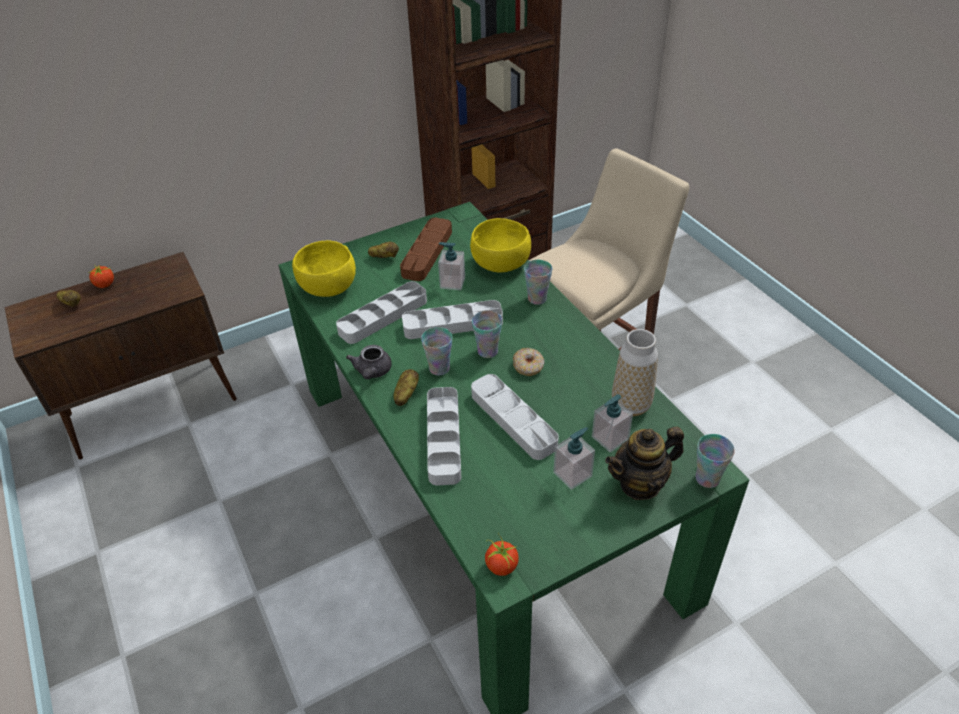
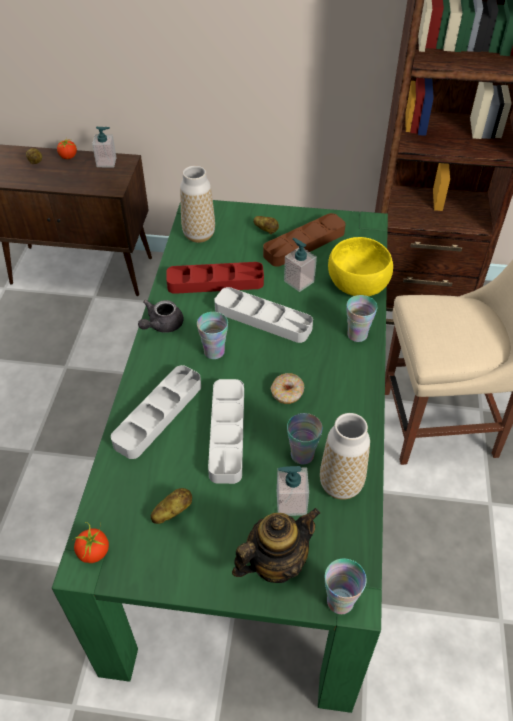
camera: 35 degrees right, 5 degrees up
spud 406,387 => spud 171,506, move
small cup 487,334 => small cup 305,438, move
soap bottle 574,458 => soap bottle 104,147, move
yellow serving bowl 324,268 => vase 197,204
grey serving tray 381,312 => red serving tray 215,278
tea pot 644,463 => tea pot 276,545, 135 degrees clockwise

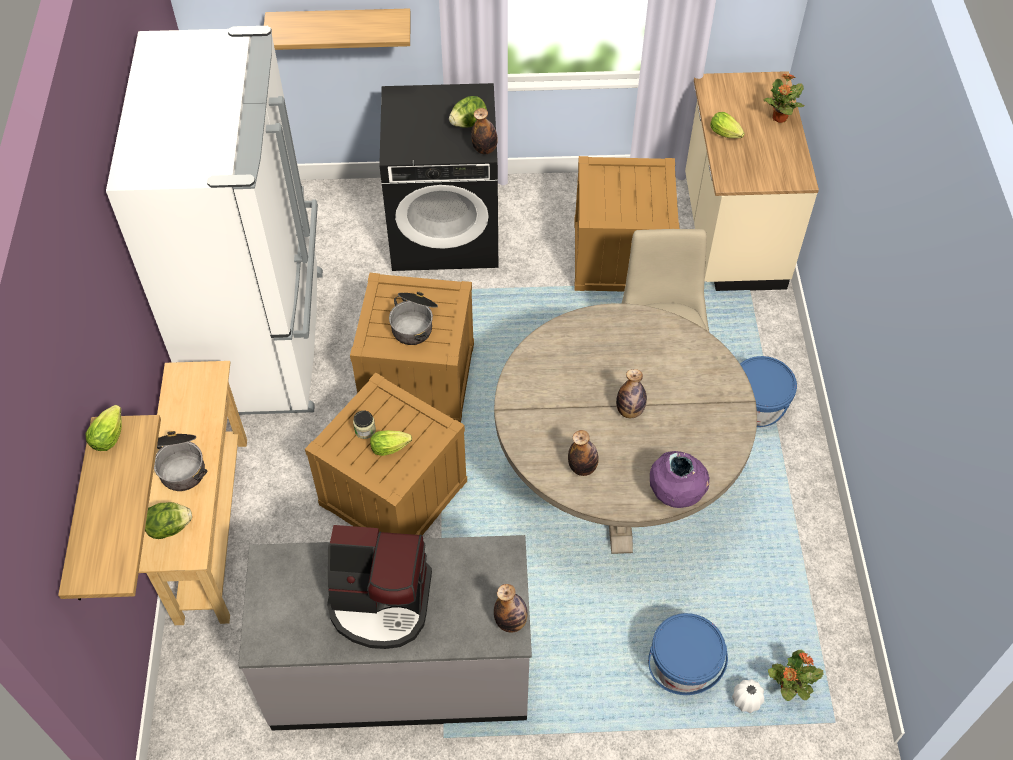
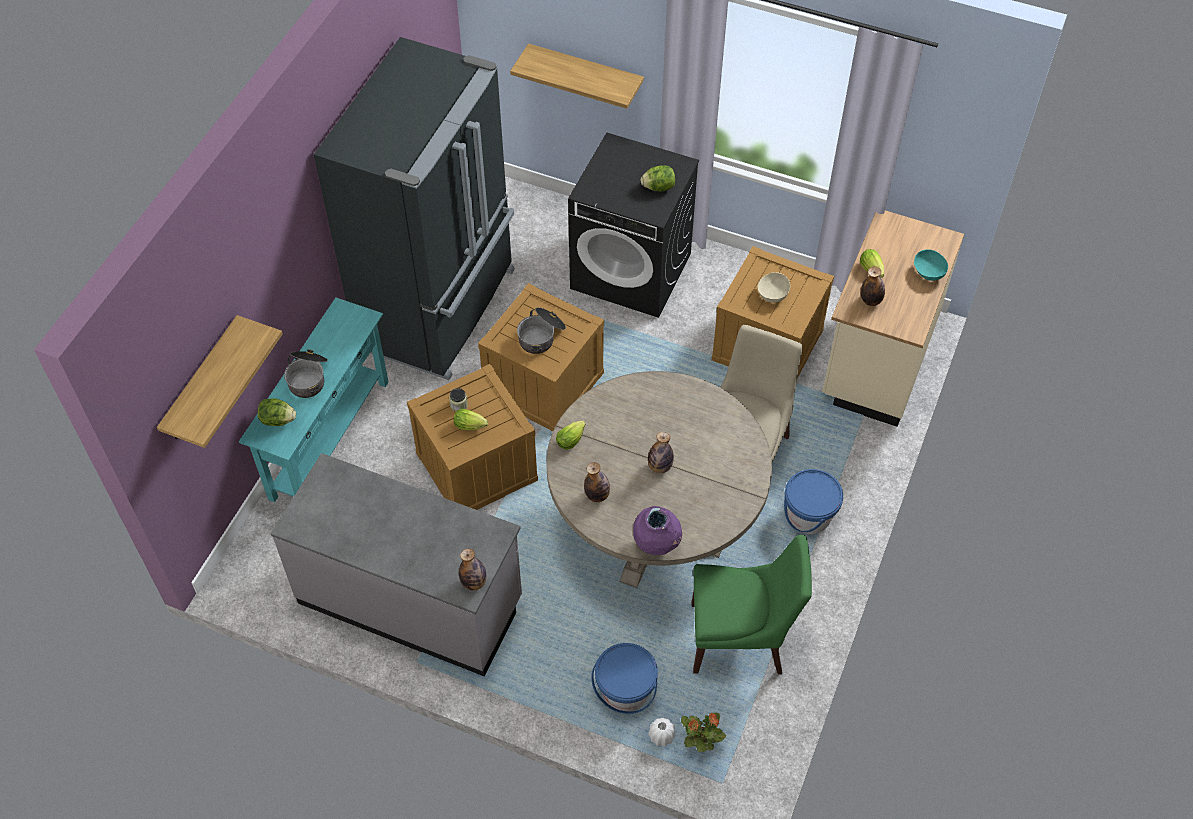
camera: 25 degrees right, 0 degrees up
coffee maker 379,587 => nothing
nothing => green-coloured plain chair 751,604
nothing => sand-coloured serving bowl 773,287
head of lettuce 103,428 => head of lettuce 570,435, move
drink bottle 484,131 => drink bottle 873,286, move
plant in a pot 783,98 => blue-green serving bowl 931,265
white fridge 214,220 => black-coloured fridge 414,208
sand-coloured hall table 193,493 => blue-green hall table 314,399

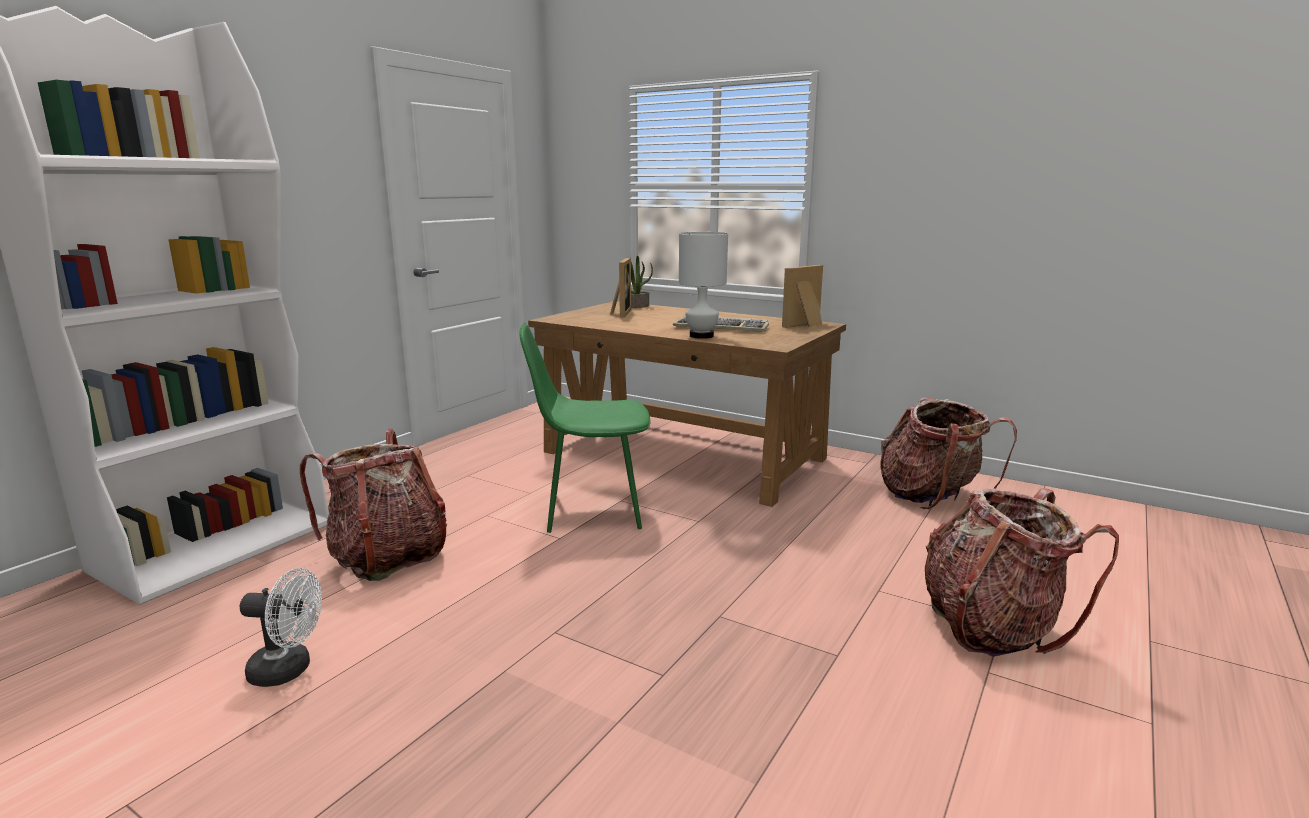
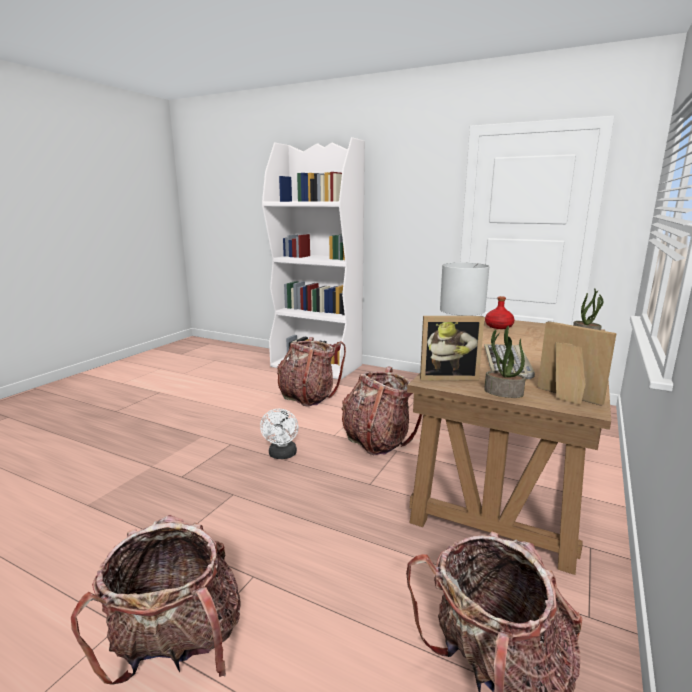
camera: 85 degrees right, 0 degrees up
nothing => plant in a pot 505,362
nothing => red drink bottle 500,312
white electric fan 281,627 => white electric fan 279,434, move
picture frame 620,288 => picture frame 452,348, move
green-coloured plain chair 585,428 => knapsack 381,410

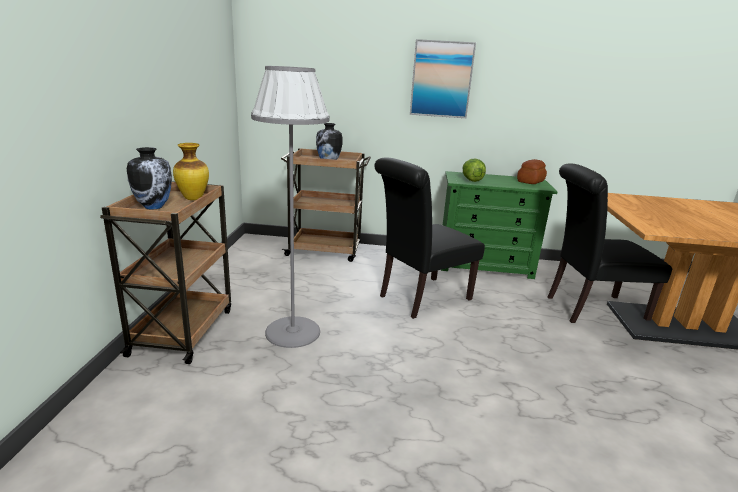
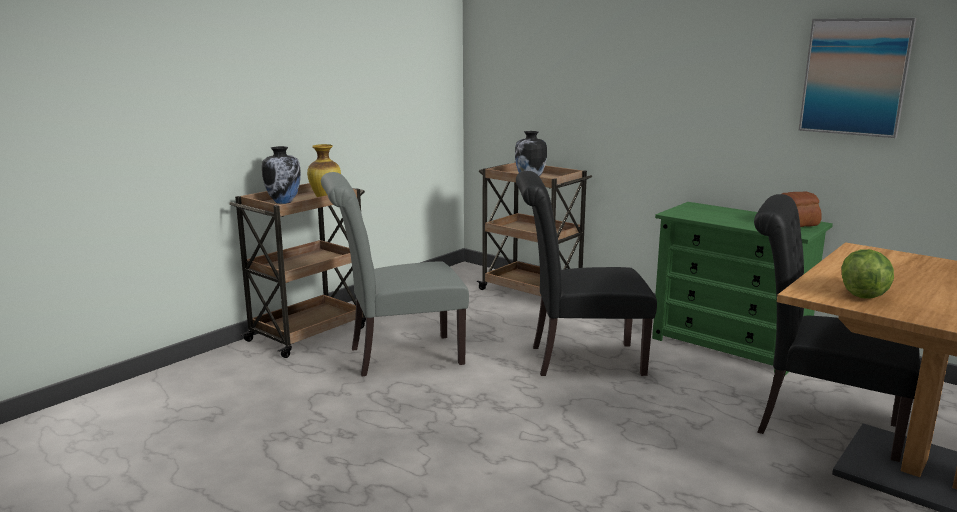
camera: 35 degrees right, 5 degrees down
wall picture 443,78 => wall picture 857,78, move
head of lettuce 474,170 => head of lettuce 867,273, move
grey standing lamp 290,207 => grey plain chair 395,274

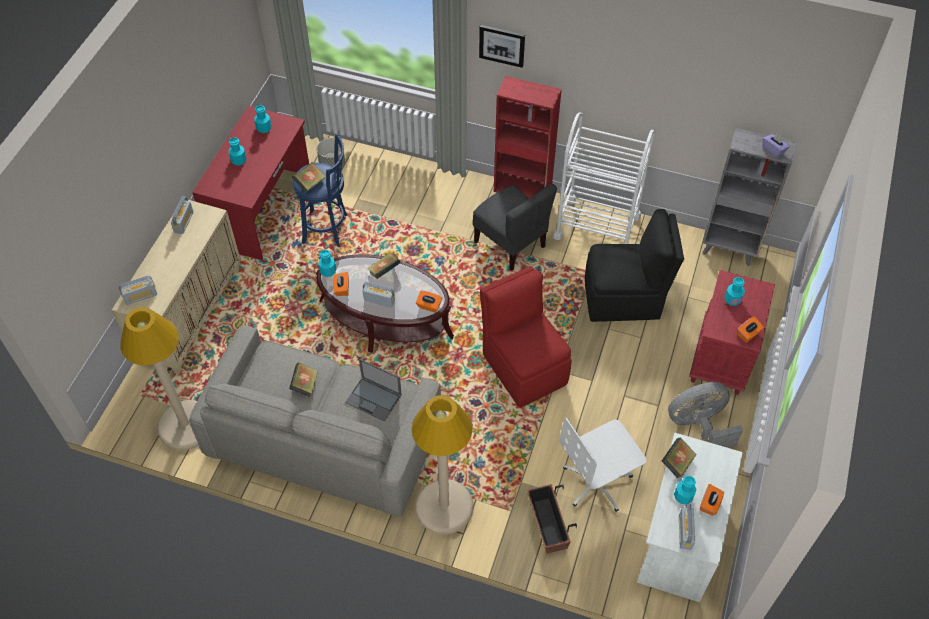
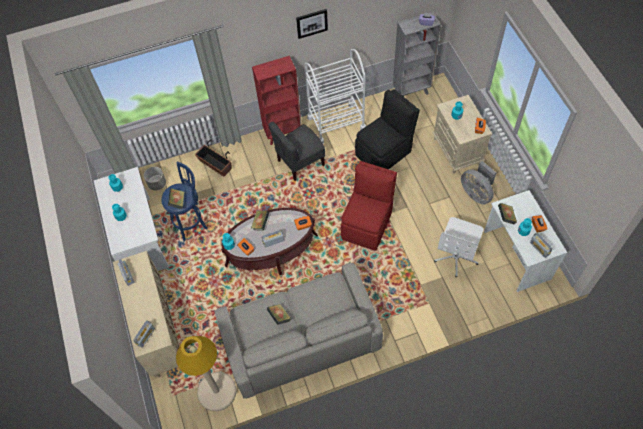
camera: 35 degrees left, 5 degrees up
laptop 373,390 => nothing
sand-coloured standing lamp 442,464 => nothing
wall picture 502,46 => wall picture 312,24, move
plant pot 551,518 => plant pot 213,158, move
red desk table 250,183 => white desk table 131,219
red night table 732,332 => sand-coloured night table 462,134
grey plain chair 515,227 => grey plain chair 296,151, 135 degrees clockwise
red plain chair 526,337 => red plain chair 369,206, 90 degrees clockwise
grey electric fan 705,415 => grey electric fan 478,182, 75 degrees counterclockwise

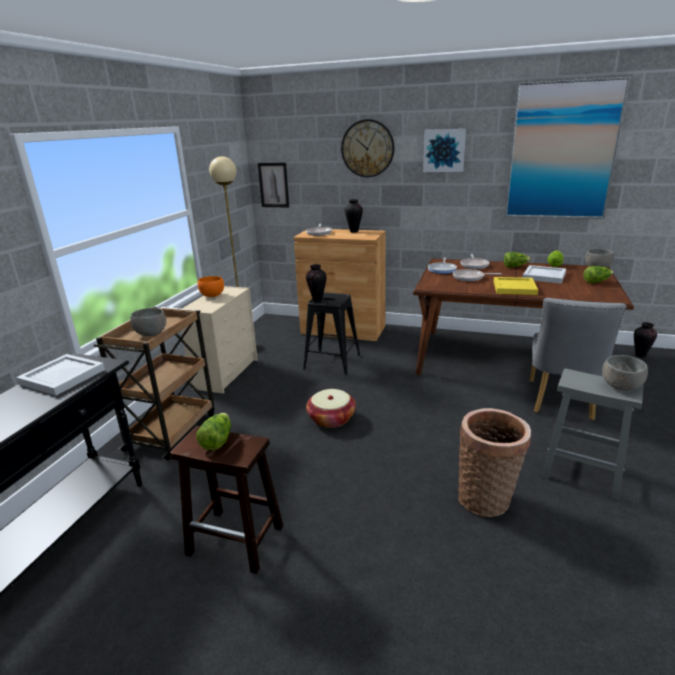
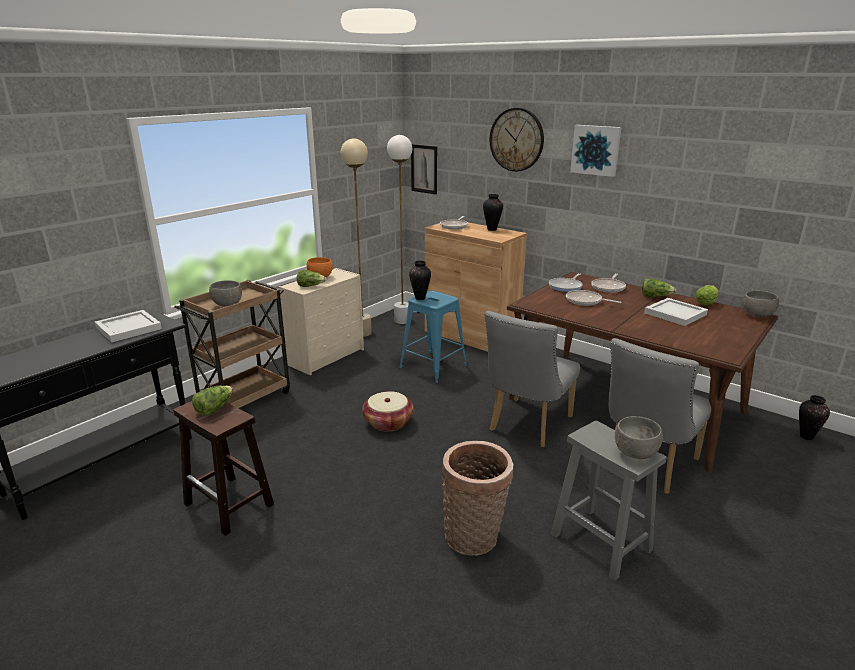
camera: 20 degrees right, 0 degrees up
yellow serving tray 516,286 => nothing
wall picture 567,148 => nothing
nothing => white standing lamp 399,229
nothing => grey plain chair 532,379
head of lettuce 598,274 => head of lettuce 312,278, move
black-coloured stool seat 331,333 => bluish stool seat 433,337

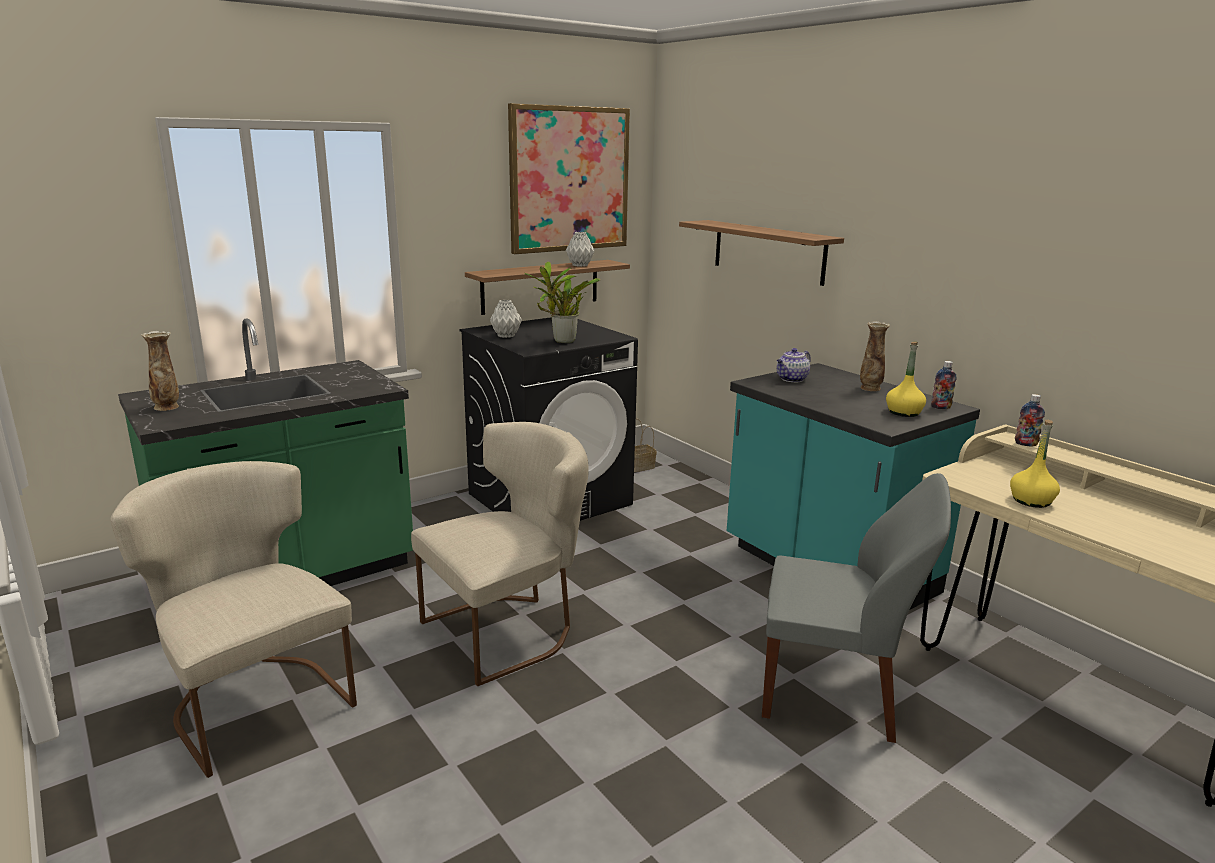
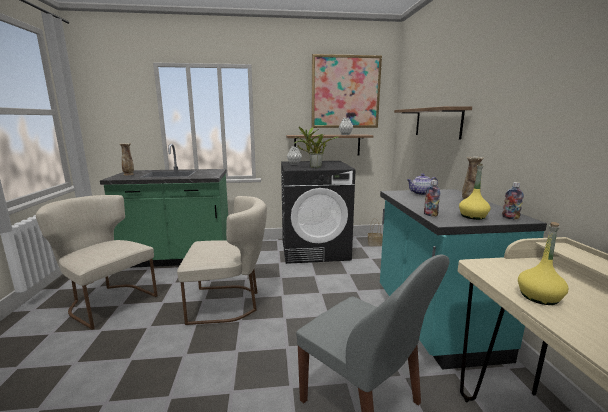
camera: 30 degrees right, 5 degrees down
drink bottle 1030,420 => drink bottle 432,198, move
sand-coloured plain chair 234,619 => sand-coloured plain chair 97,262, 45 degrees counterclockwise

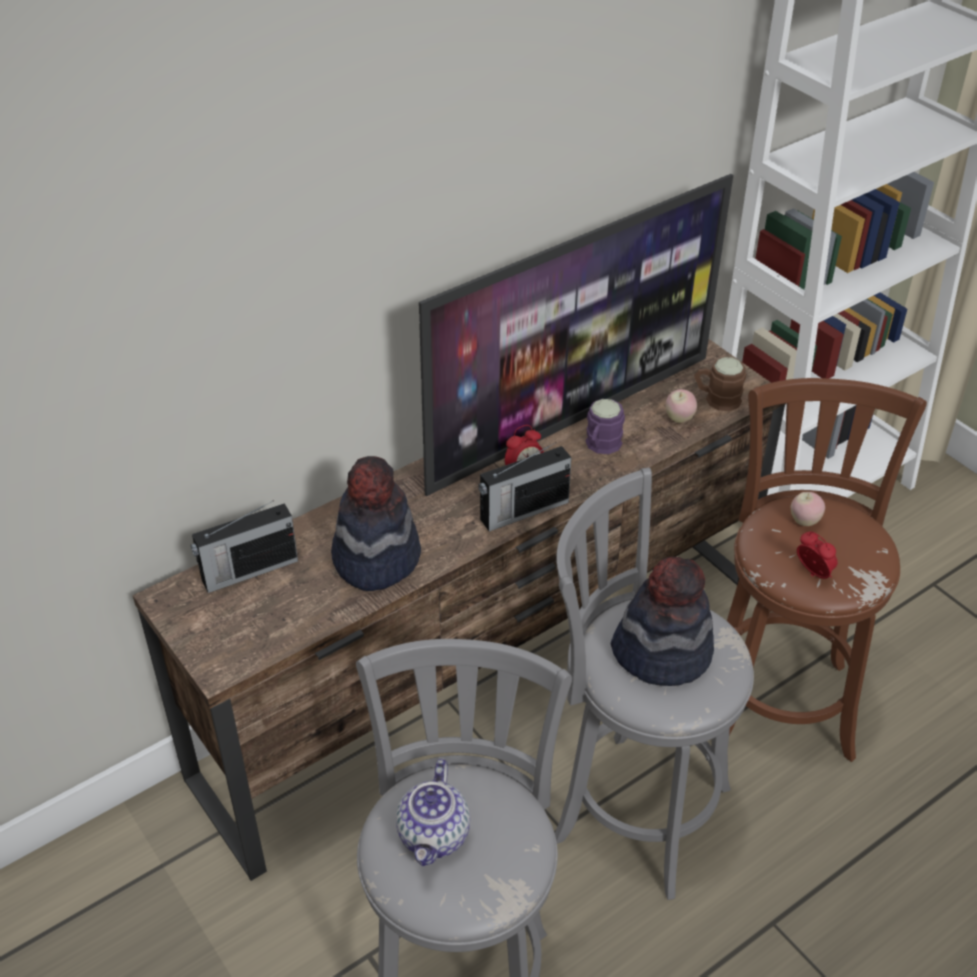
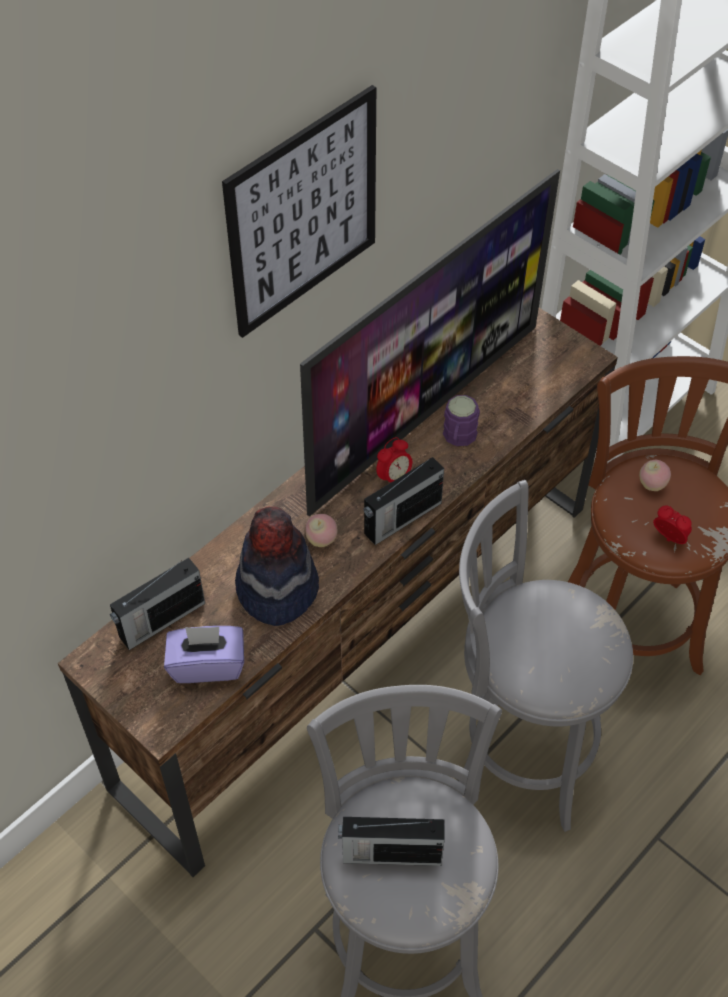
camera: 10 degrees left, 10 degrees up
hat 662,621 => nothing
brownish coffee mug 720,384 => nothing
nothing => purple-coloured tissue holder 204,654
nothing => wall picture 299,211
apple fruit 681,406 => apple fruit 321,530, move
tea pot 433,812 => radio 391,841

